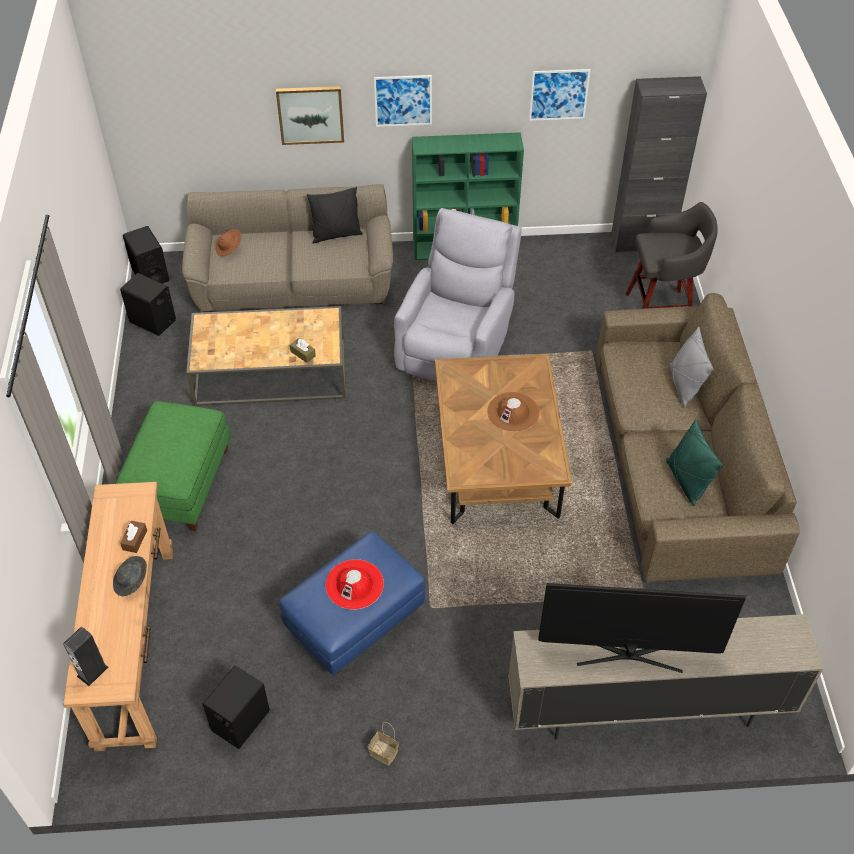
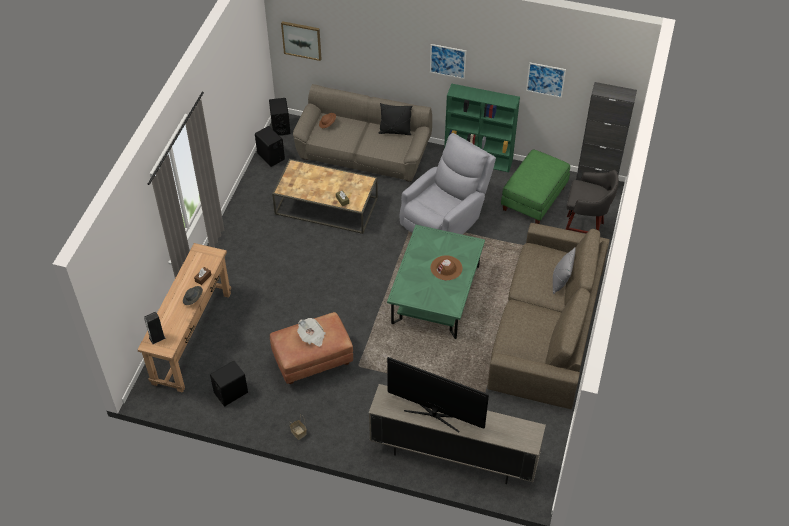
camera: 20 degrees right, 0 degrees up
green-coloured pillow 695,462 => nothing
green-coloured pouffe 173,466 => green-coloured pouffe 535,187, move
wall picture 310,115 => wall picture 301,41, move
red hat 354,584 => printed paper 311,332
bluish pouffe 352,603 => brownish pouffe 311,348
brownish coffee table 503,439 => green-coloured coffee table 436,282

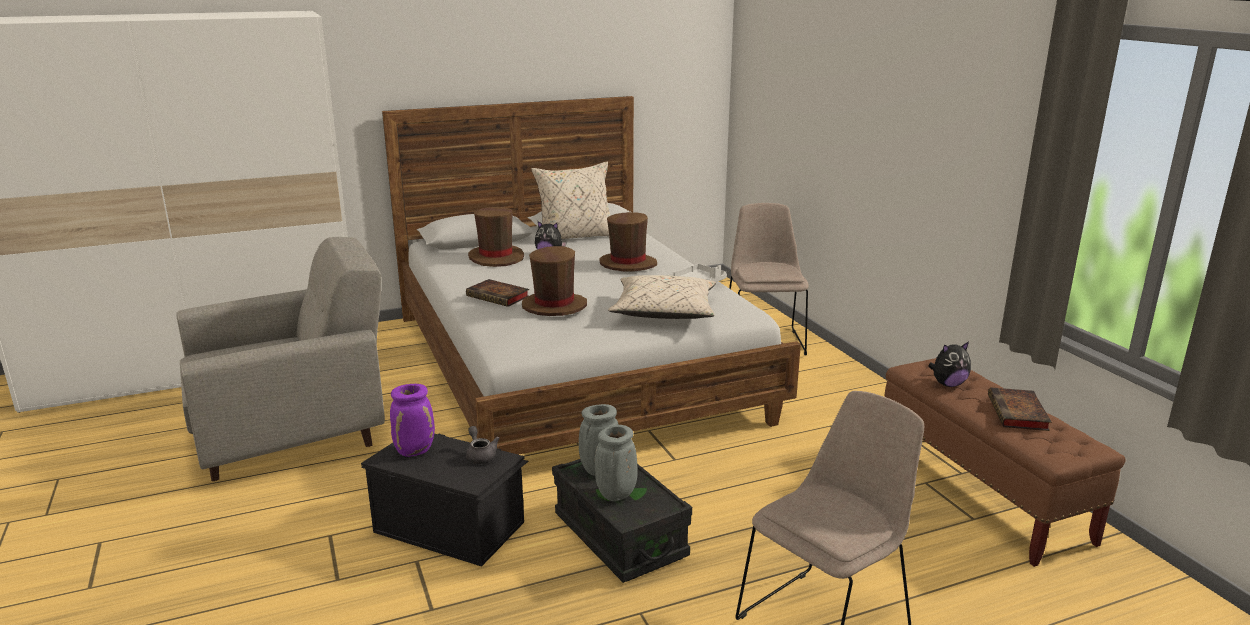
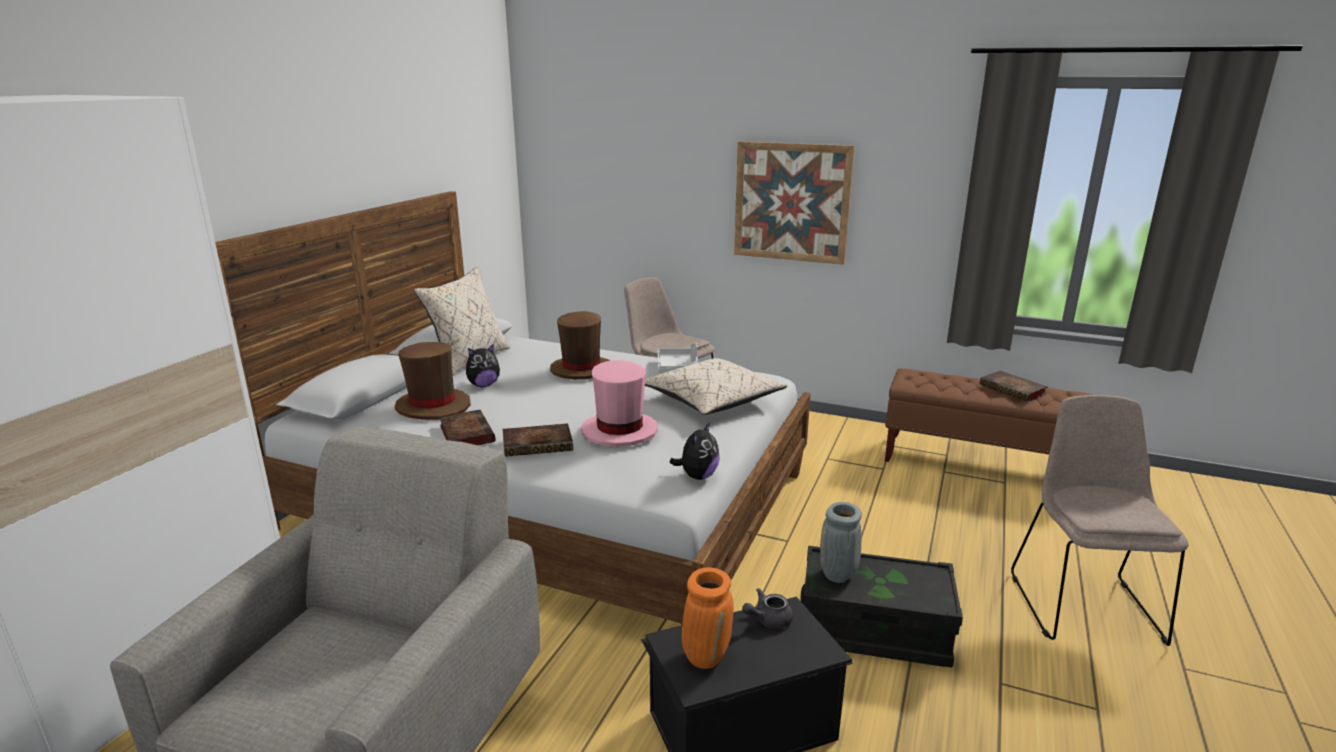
camera: 45 degrees left, 0 degrees up
grey vase 616,463 => nothing
nothing => bound book 467,427
nothing => wall picture 794,203
cuddly toy 949,364 => cuddly toy 694,451, move
purple-coloured vase 412,420 => orange-coloured vase 708,618
brownish hat 554,281 => pinkish hat 619,403
grey tea pot 483,445 => grey tea pot 767,608, 45 degrees counterclockwise

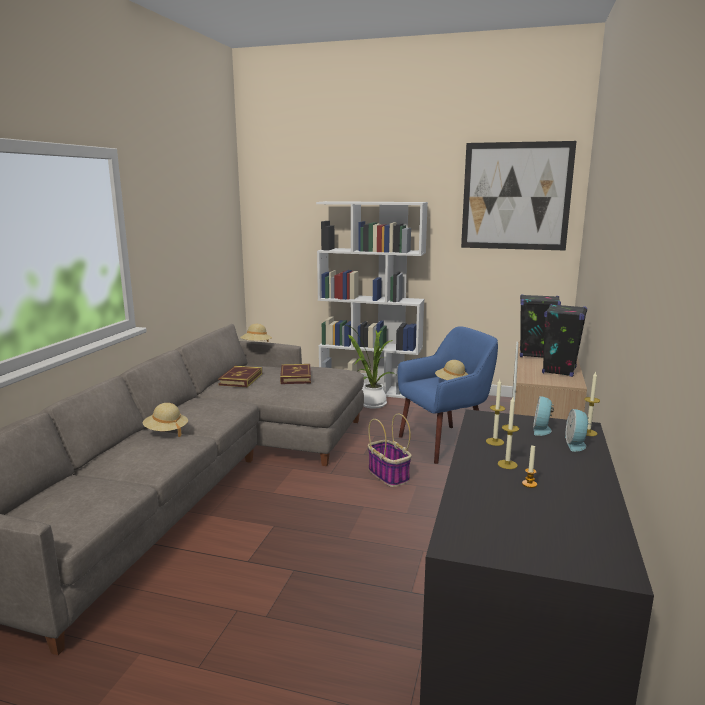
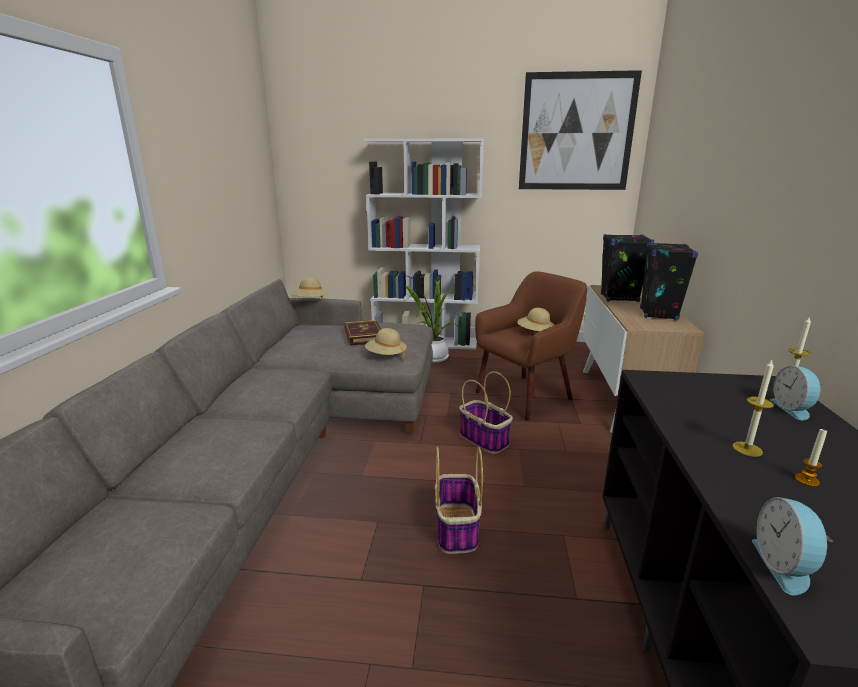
camera: 10 degrees left, 5 degrees up
bound book 240,376 => nothing
candle 495,412 => nothing
nothing => storage basket 459,500
sand-coloured hat 165,420 => sand-coloured hat 386,344, move
bedside clock 543,416 => bedside clock 793,546, move
bluish armchair 448,395 => brownish armchair 531,346

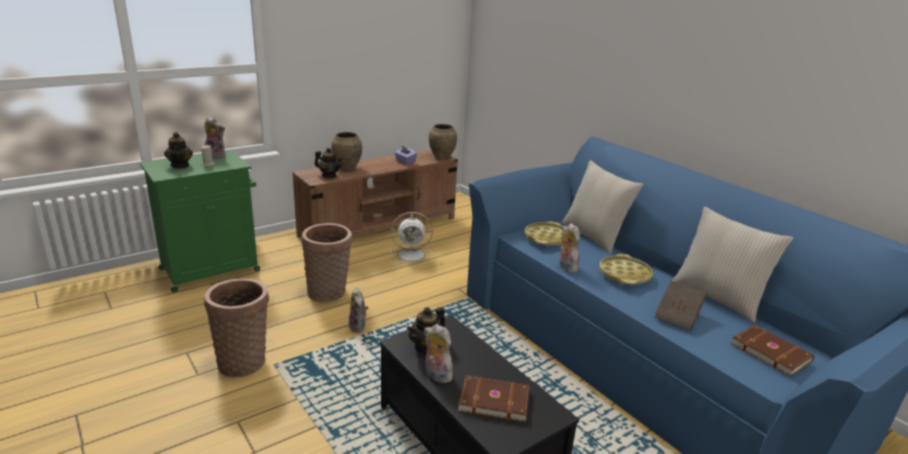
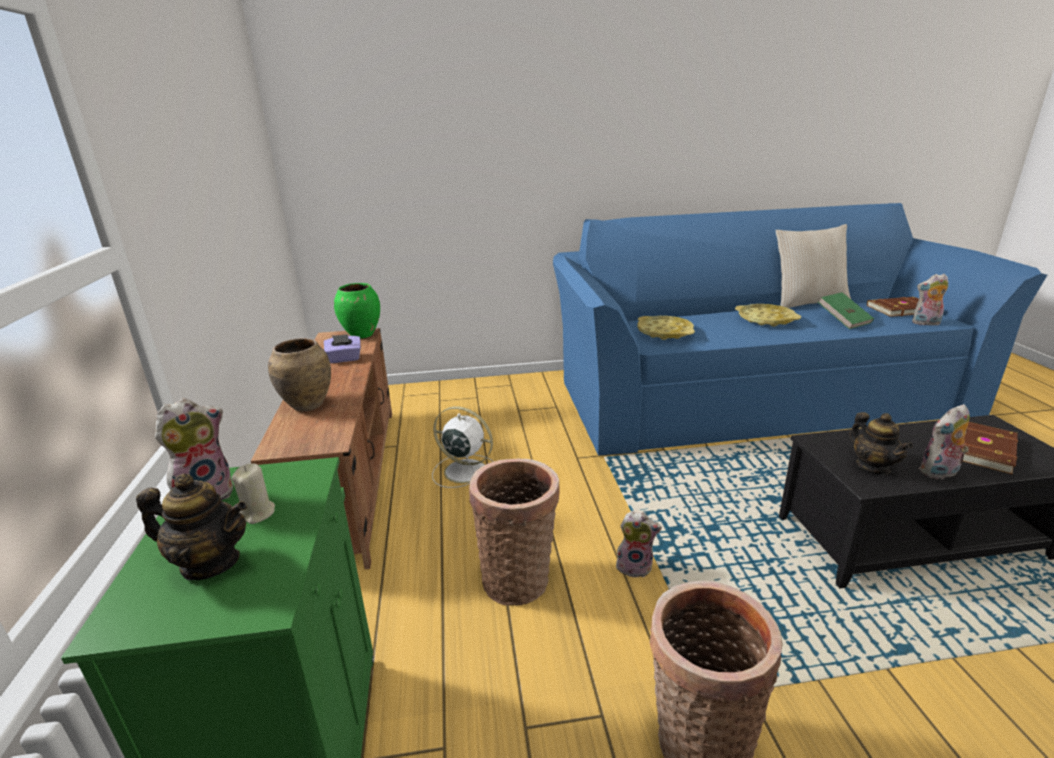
camera: 60 degrees left, 0 degrees up
tea pot 329,163 => nothing
sand-coloured pillow 602,207 => nothing
cuddly toy 569,247 => cuddly toy 930,299, move
brownish vase 443,142 => green-coloured vase 357,311
brownish bound book 681,305 => green-coloured bound book 846,310
white electric fan 411,238 => white electric fan 463,447, 90 degrees counterclockwise

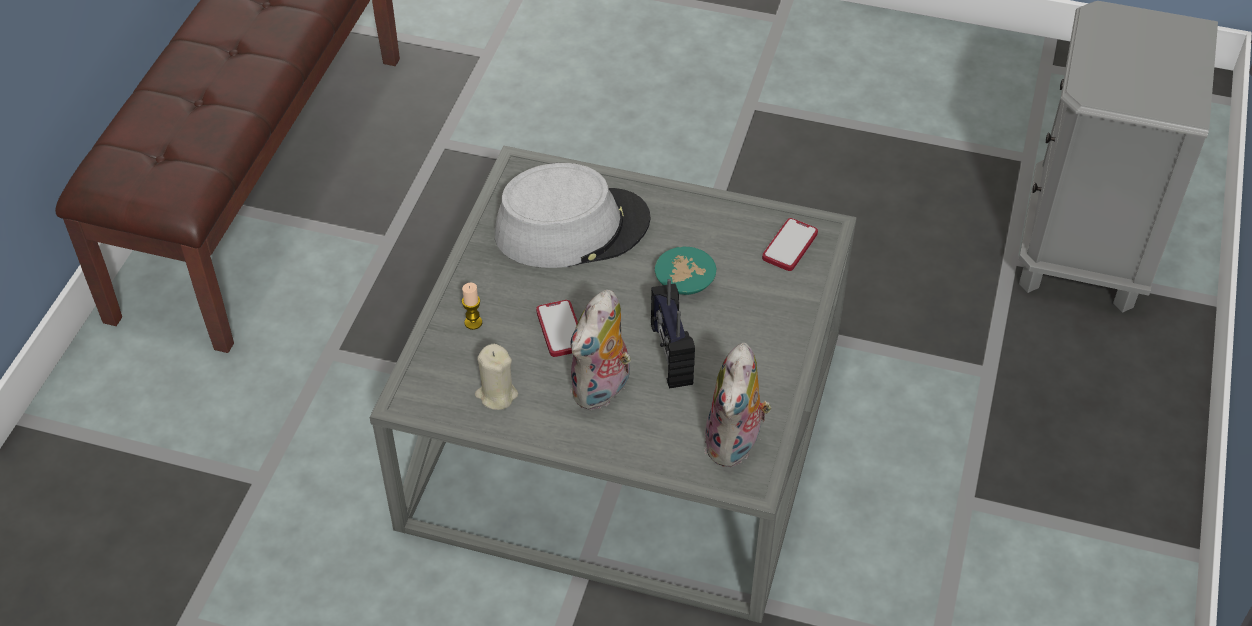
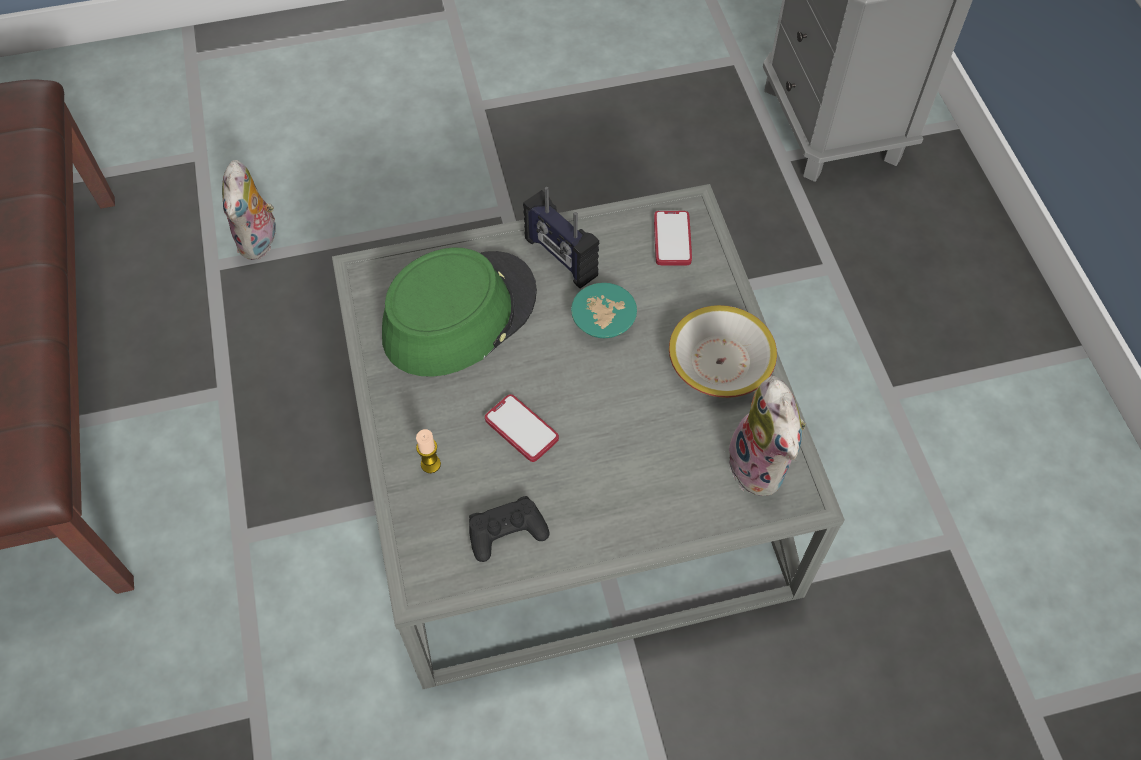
camera: 30 degrees left, 10 degrees up
nothing => serving bowl 723,351
cuddly toy 600,350 => cuddly toy 251,210, move
radio 673,334 => radio 561,238, move
sand-coloured candle 496,377 => black-coloured joypad 509,529
grey hat 573,215 => green-coloured hat 459,312

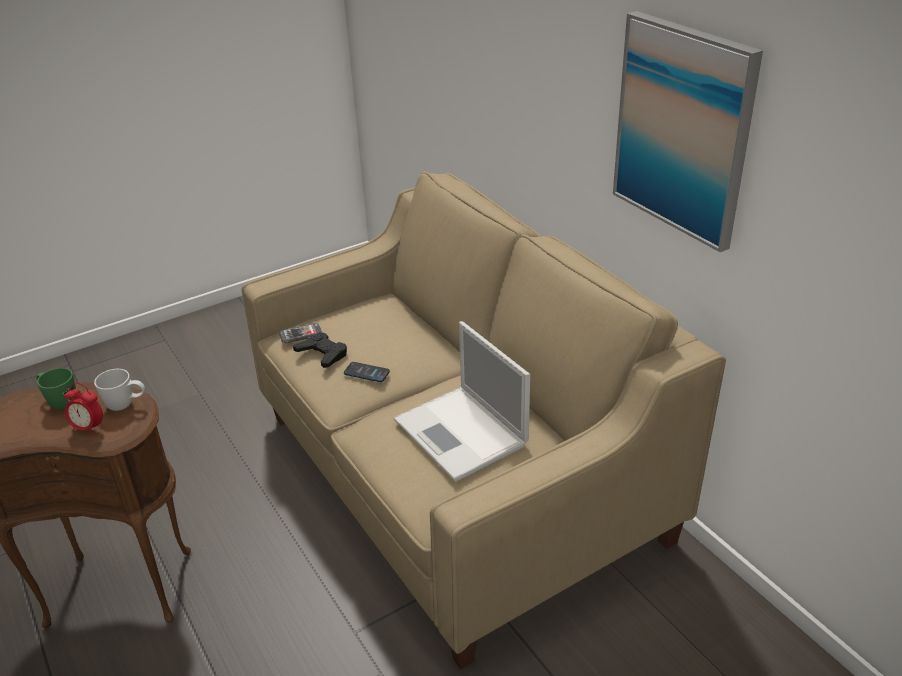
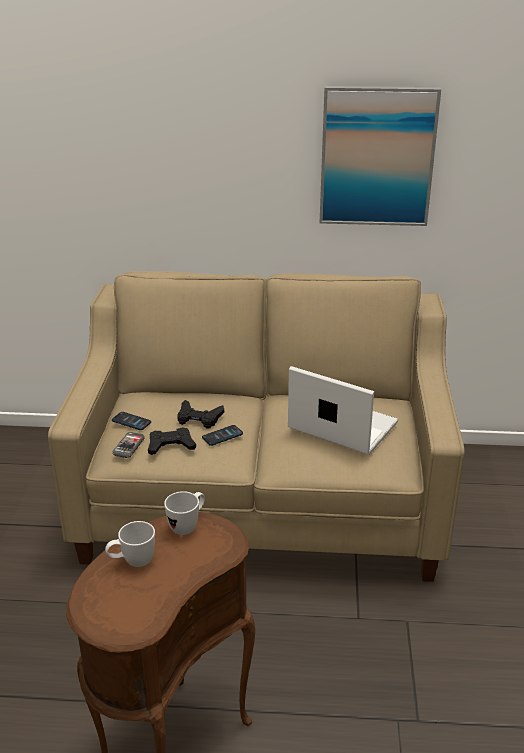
camera: 55 degrees left, 5 degrees down
bedside clock 83,409 => nothing
nothing => phone 131,421
nothing => black-coloured joypad 200,414
green-coloured coffee mug 56,389 => white coffee mug 130,544
laptop 462,401 => laptop 343,410, 150 degrees counterclockwise

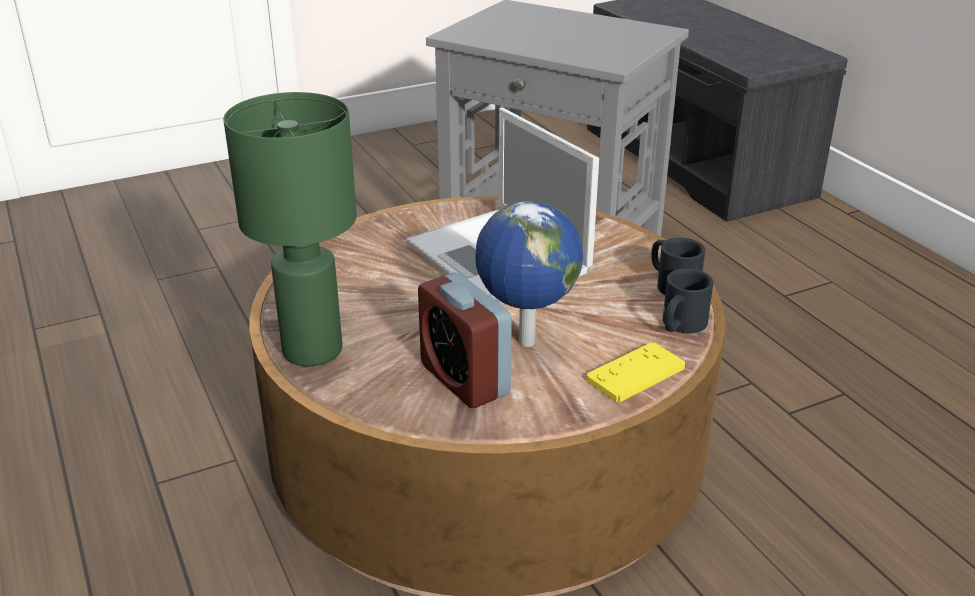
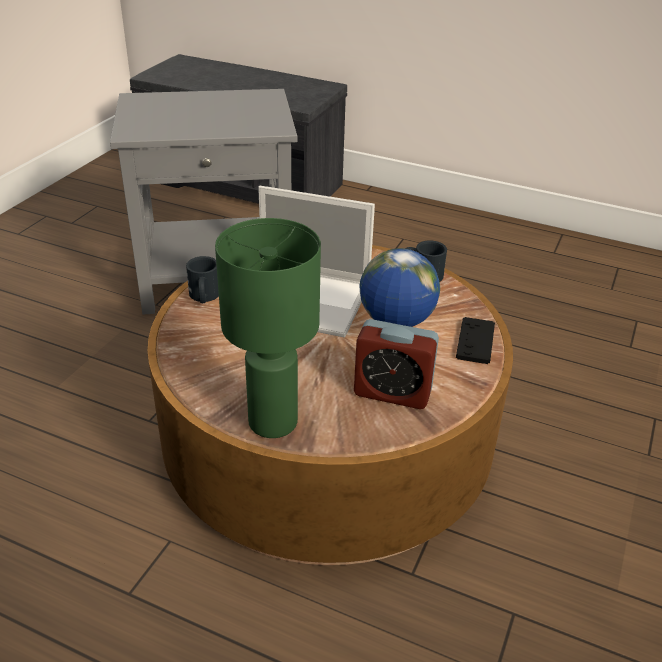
camera: 40 degrees left, 5 degrees up
black-coloured coffee mug 688,300 => black-coloured coffee mug 202,279, move
yellow joypad 635,372 => black-coloured joypad 475,340

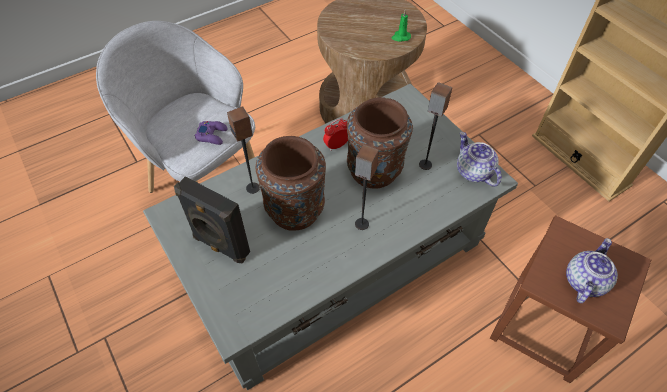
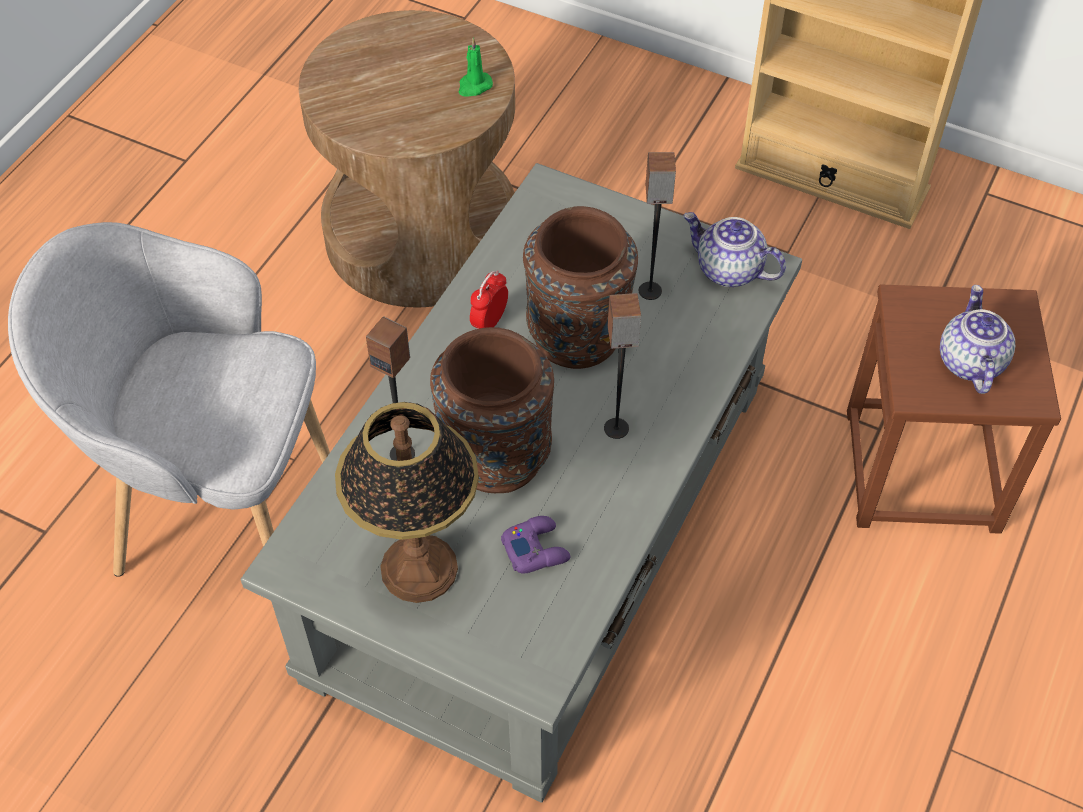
camera: 30 degrees left, 0 degrees up
purple-coloured joypad 211,133 => purple-coloured joypad 535,545, move
black-coloured audio speaker 212,219 => table lamp 407,502

